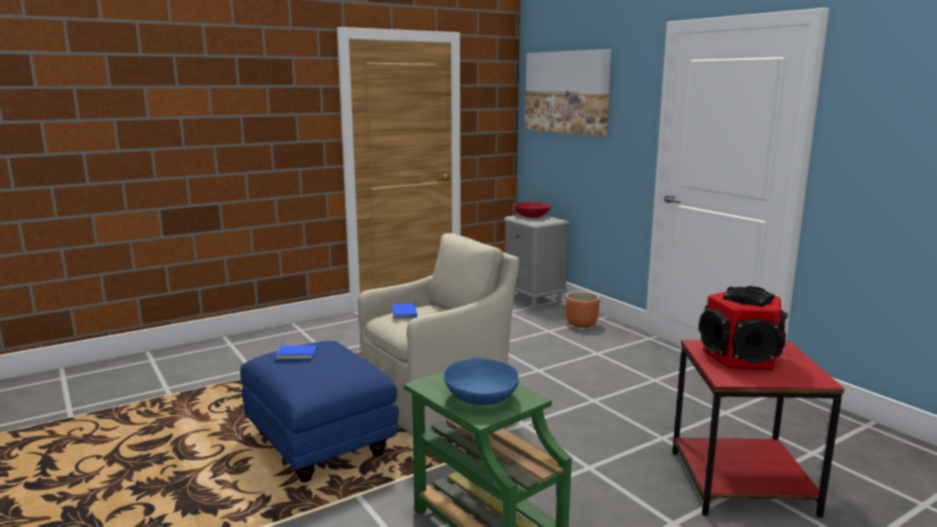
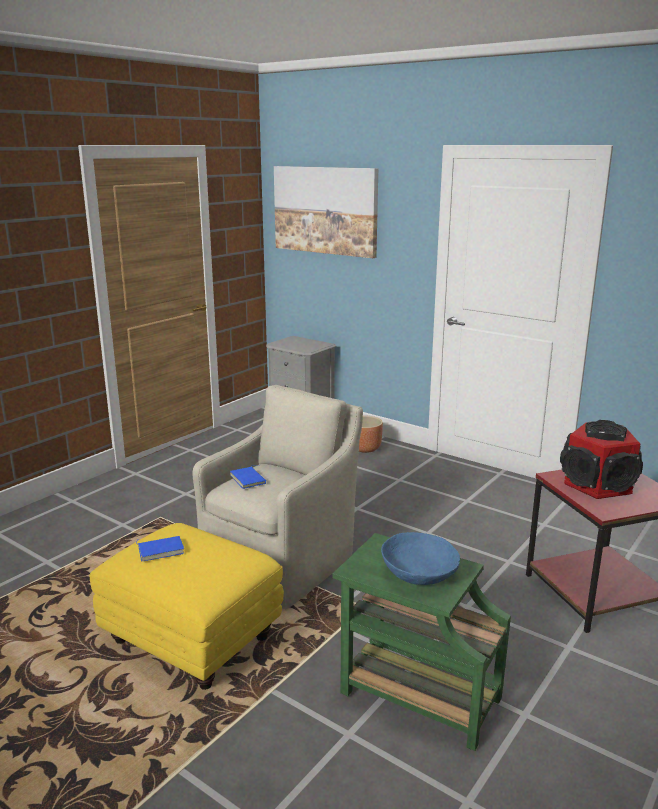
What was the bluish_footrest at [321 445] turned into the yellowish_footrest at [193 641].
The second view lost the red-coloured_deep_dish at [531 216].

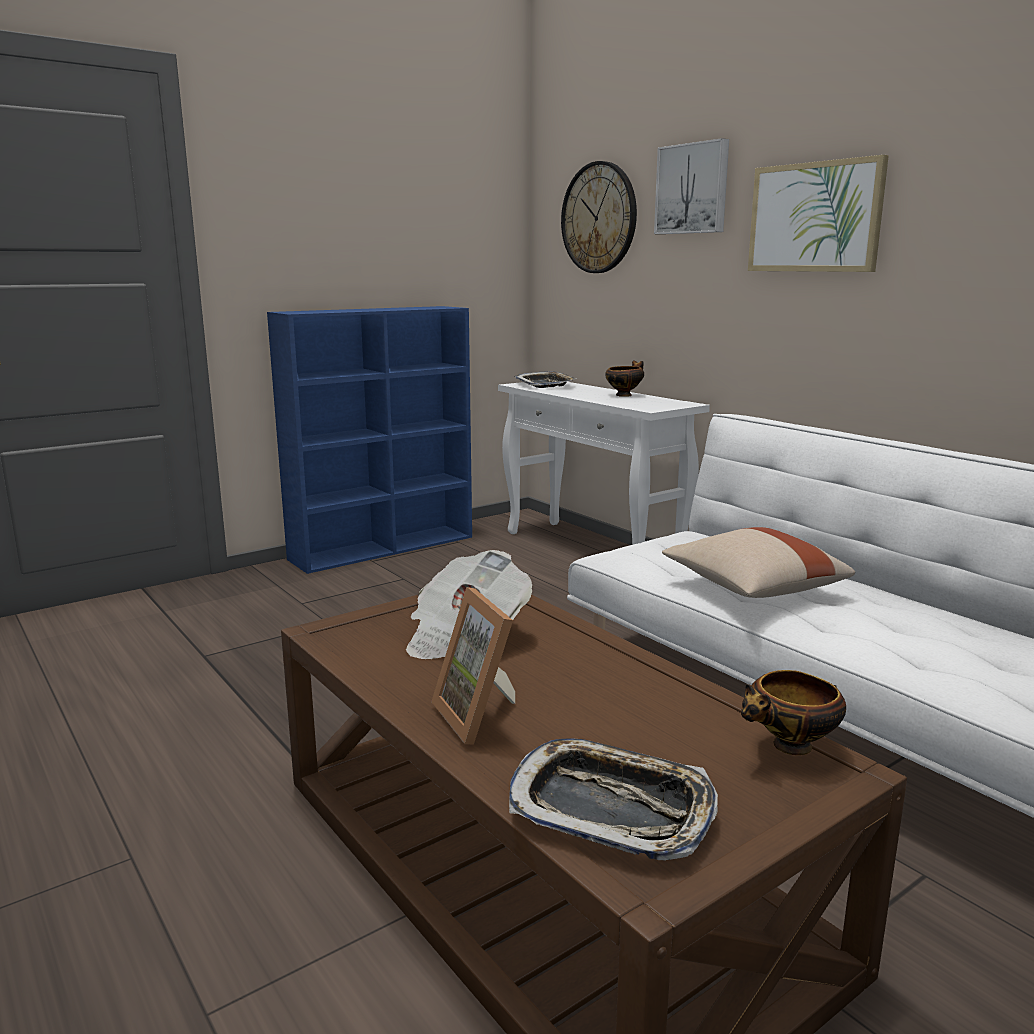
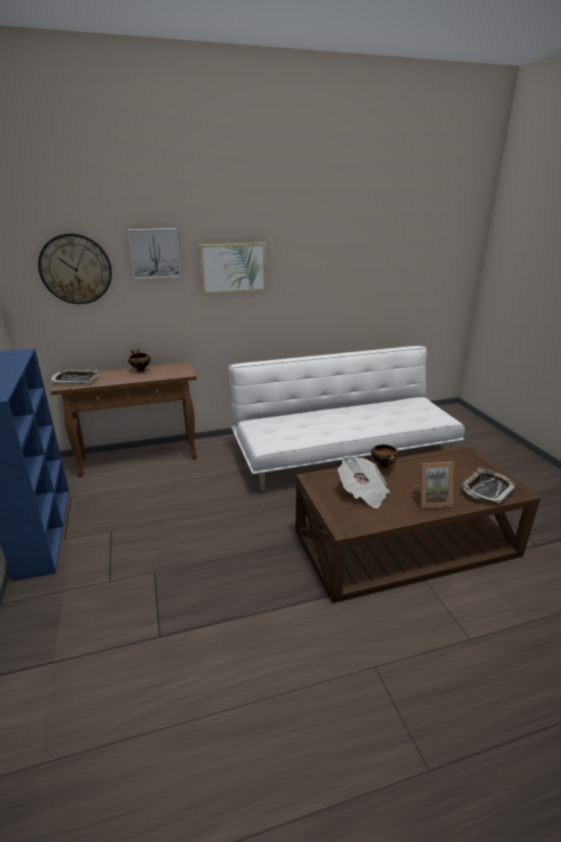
What was the white-coloured_console_table at [593 551] turned into the brownish_console_table at [140 458].
The deep_dish ended up elsewhere, having gone from [789 747] to [383 466].
The second view lost the sand-coloured_pillow at [752 588].

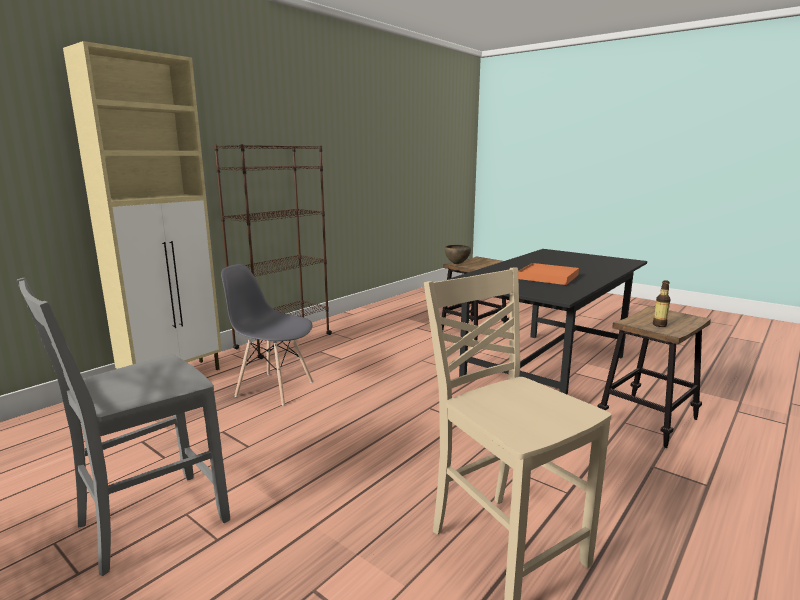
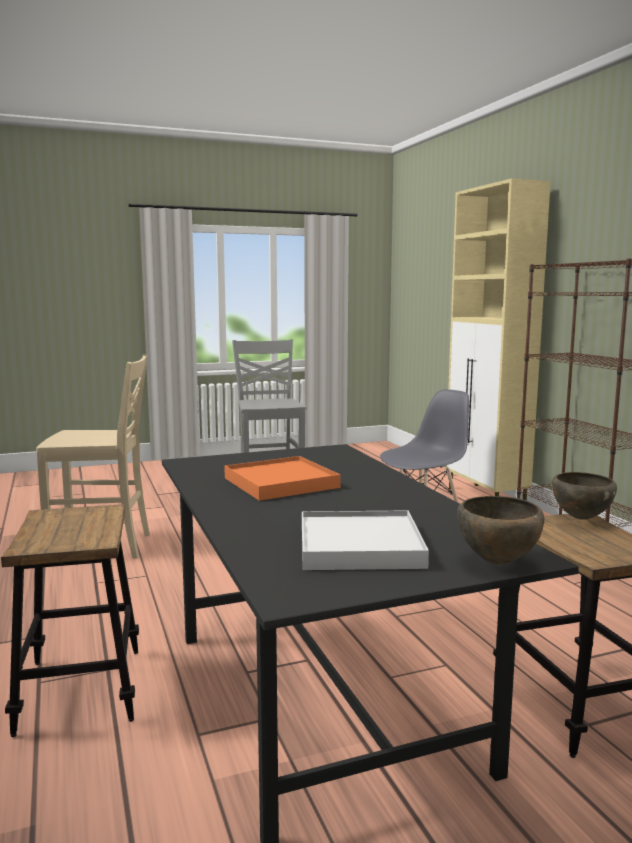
The second view gained the white-coloured_carrying_tray at [359 546].
The second view gained the brownish_deep_dish at [498 562].
The second view lost the beverage_bottle at [659 325].

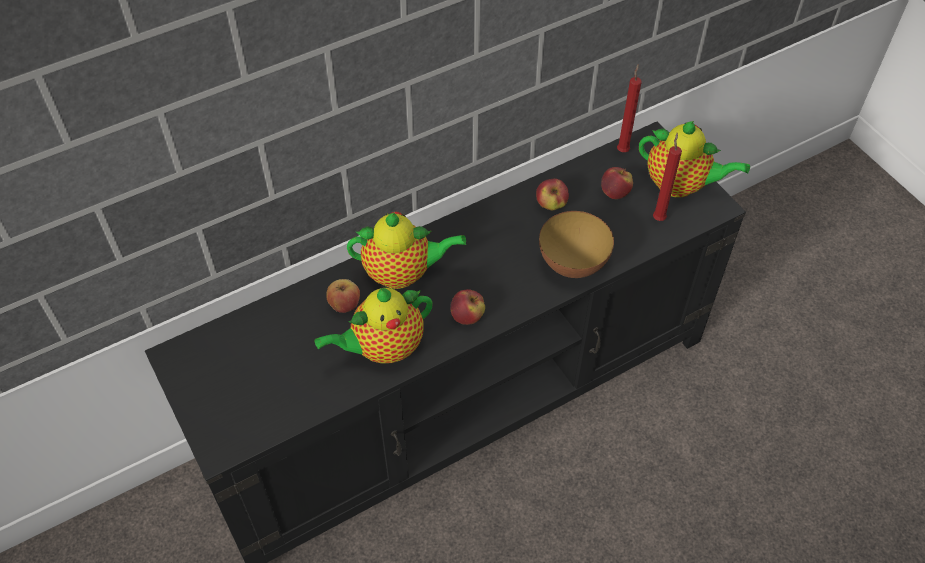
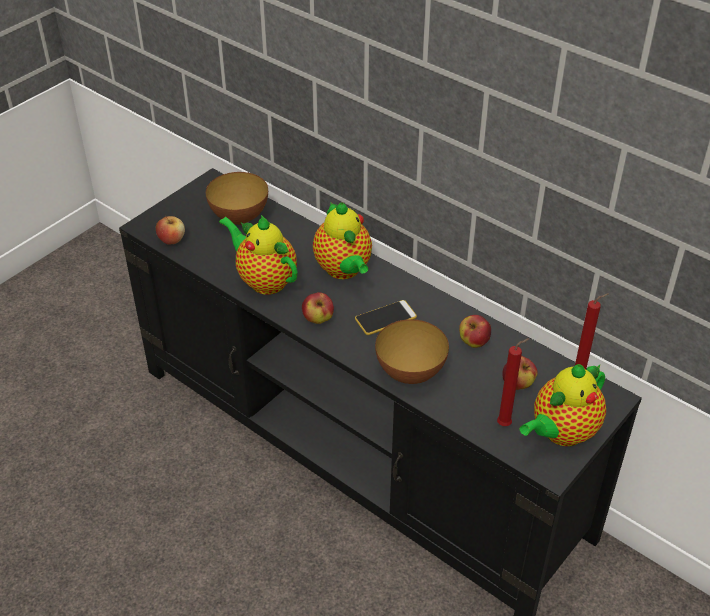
The apple ended up elsewhere, having gone from [344 304] to [172 240].
The second view gained the deep_dish at [239 218].
The second view gained the telephone at [385 318].
The pot_for_tea at [680 185] ended up facing another way, 45 degrees clockwise from before.

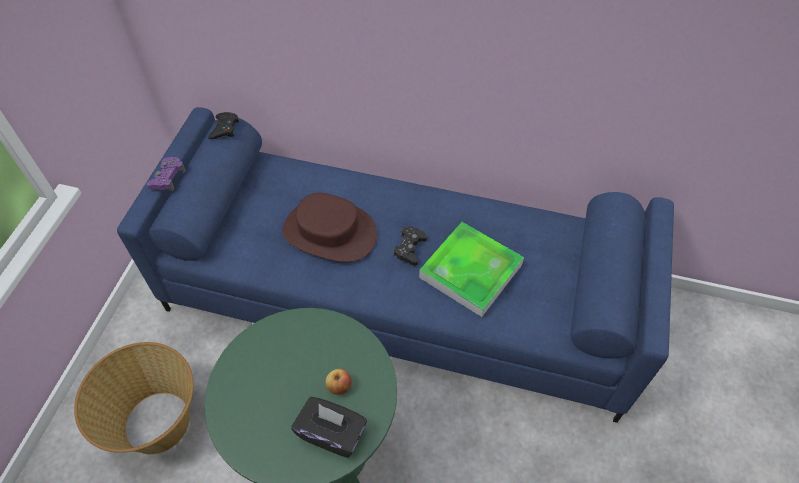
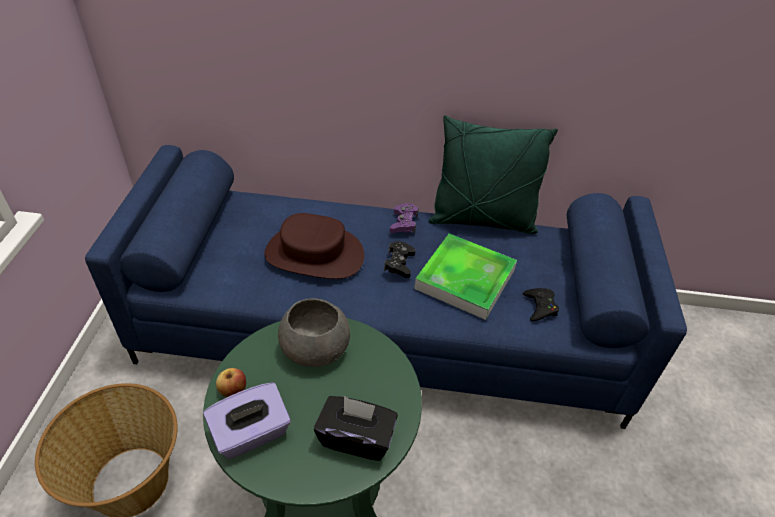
The second view gained the purplish_tissue_box at [251 434].
The apple ended up elsewhere, having gone from [339 386] to [233 390].
The second view gained the greyish_deep_dish at [316 349].
The purplish_joypad ended up elsewhere, having gone from [167 178] to [404 223].
The second view gained the green-coloured_pillow at [482 220].
The blackish_joypad ended up elsewhere, having gone from [224 128] to [540 307].

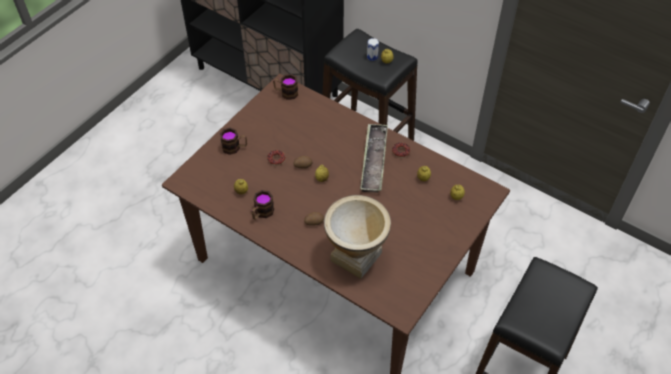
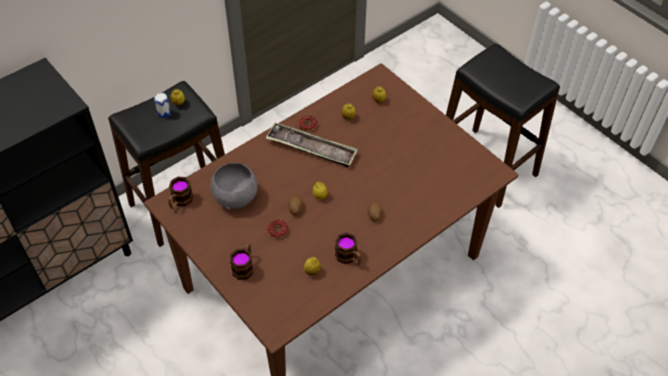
The second view gained the greyish_deep_dish at [235 196].
The second view lost the decorative_vase at [356 257].

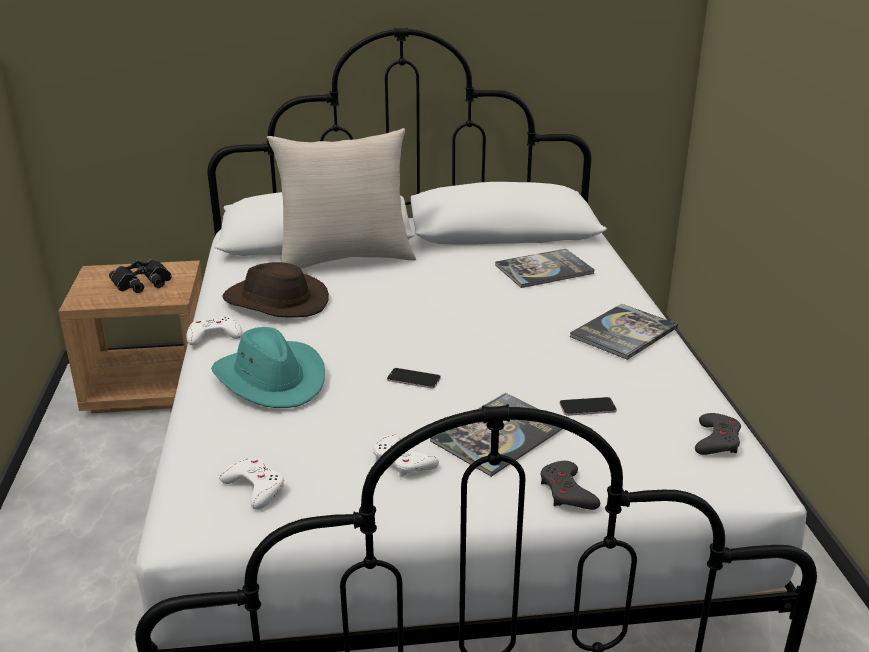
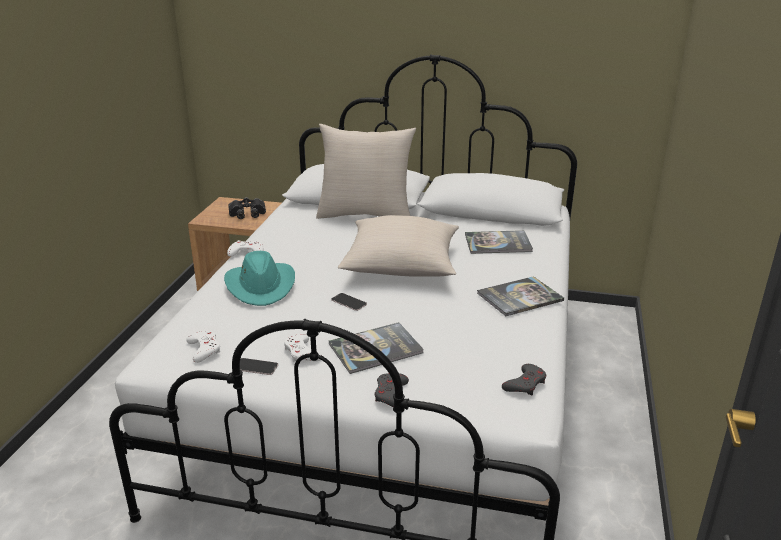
The telephone ended up elsewhere, having gone from [587 407] to [256 367].
The second view gained the sand-coloured_pillow at [401 264].
The second view lost the brownish_clothing_hat at [275 302].

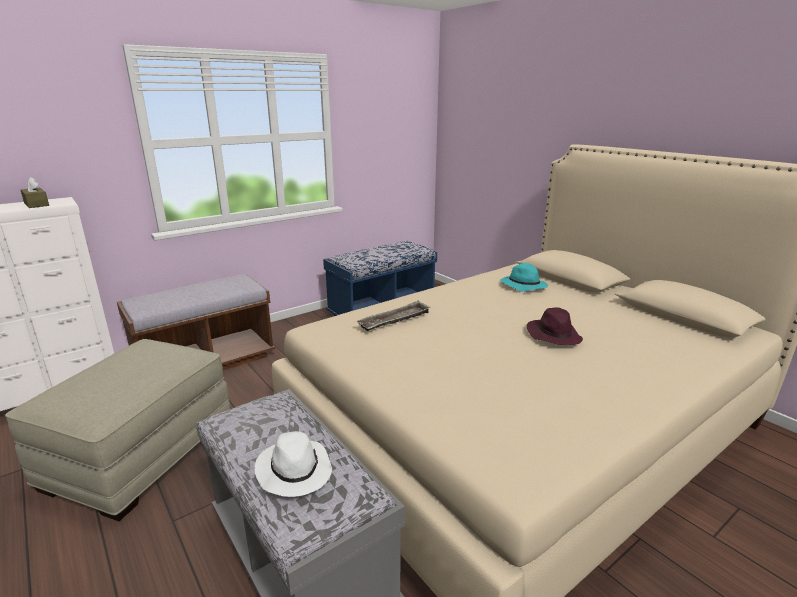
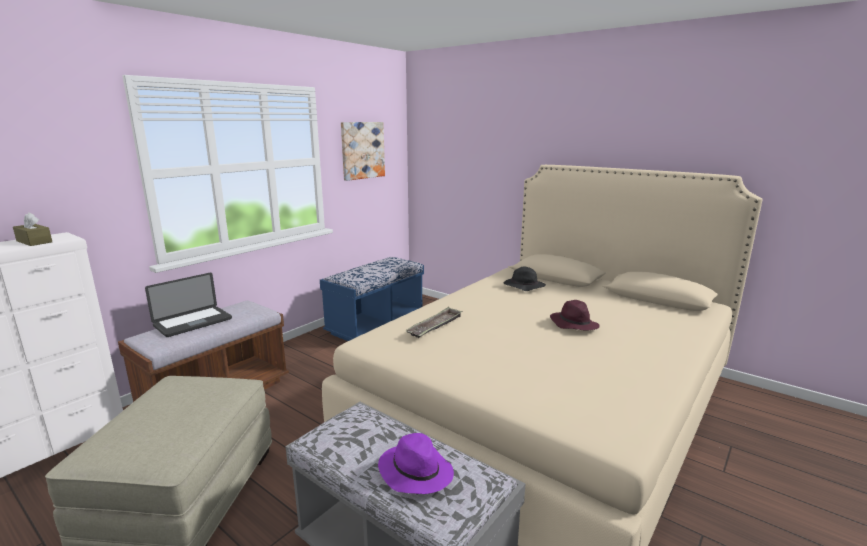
The second view gained the laptop at [193 322].
The second view gained the wall_picture at [362 150].
What was the white-coloured_clothing_hat at [294 471] turned into the purplish_clothing_hat at [415 471].
What was the turquoise_clothing_hat at [522 286] turned into the blackish_clothing_hat at [523 286].

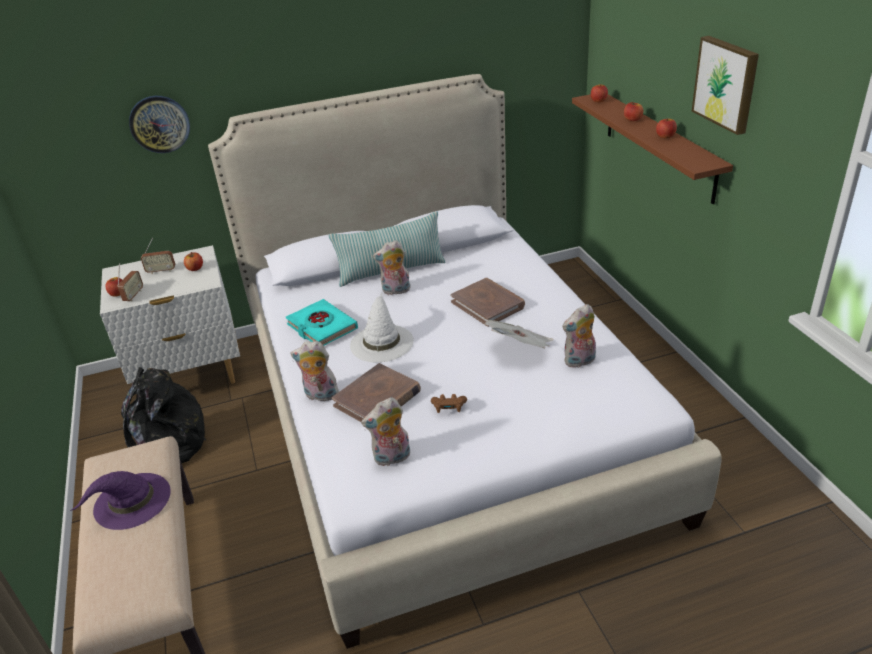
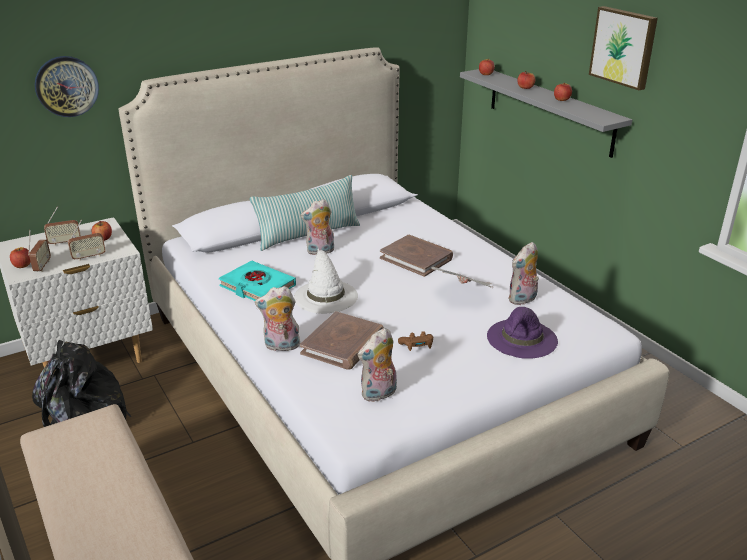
The second view gained the radio_set at [89 257].
What was the brownish_shelf at [658 145] turned into the greyish_shelf at [549 111].
The purplish_clothing_hat ended up elsewhere, having gone from [131 501] to [522 339].

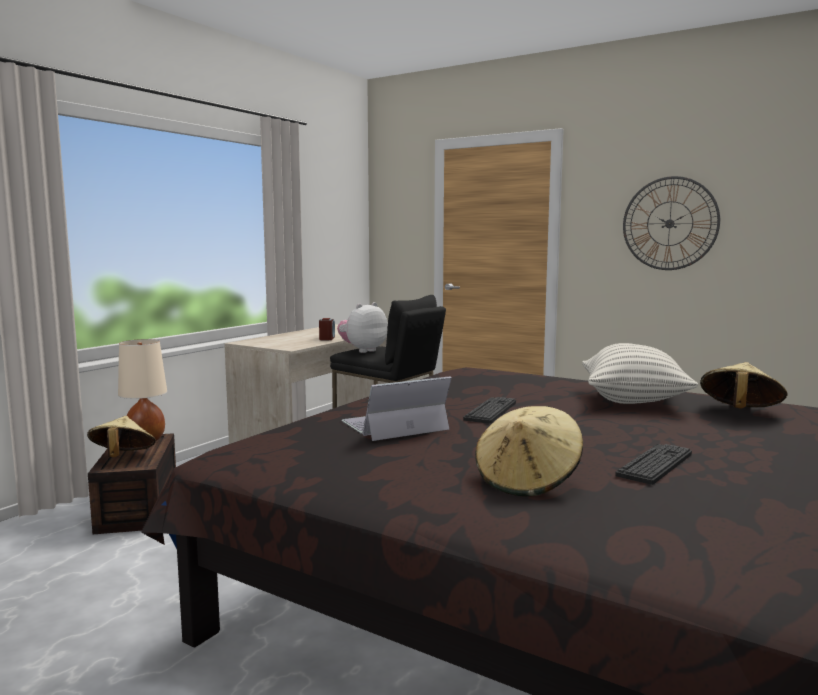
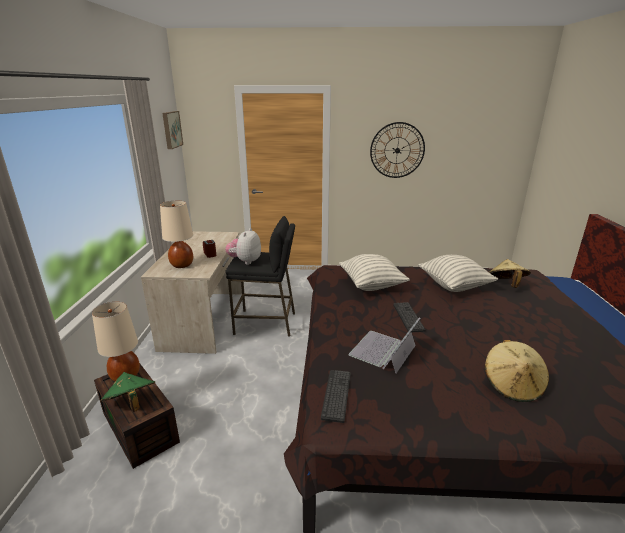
What was the sand-coloured_clothing_hat at [122 458] turned into the green-coloured_clothing_hat at [131 404].
The second view gained the sand-coloured_tabletop_lamp at [182 265].
The second view gained the wall_picture at [171 129].
The PC_keyboard ended up elsewhere, having gone from [655 464] to [336 395].
The second view gained the pillow at [371 285].

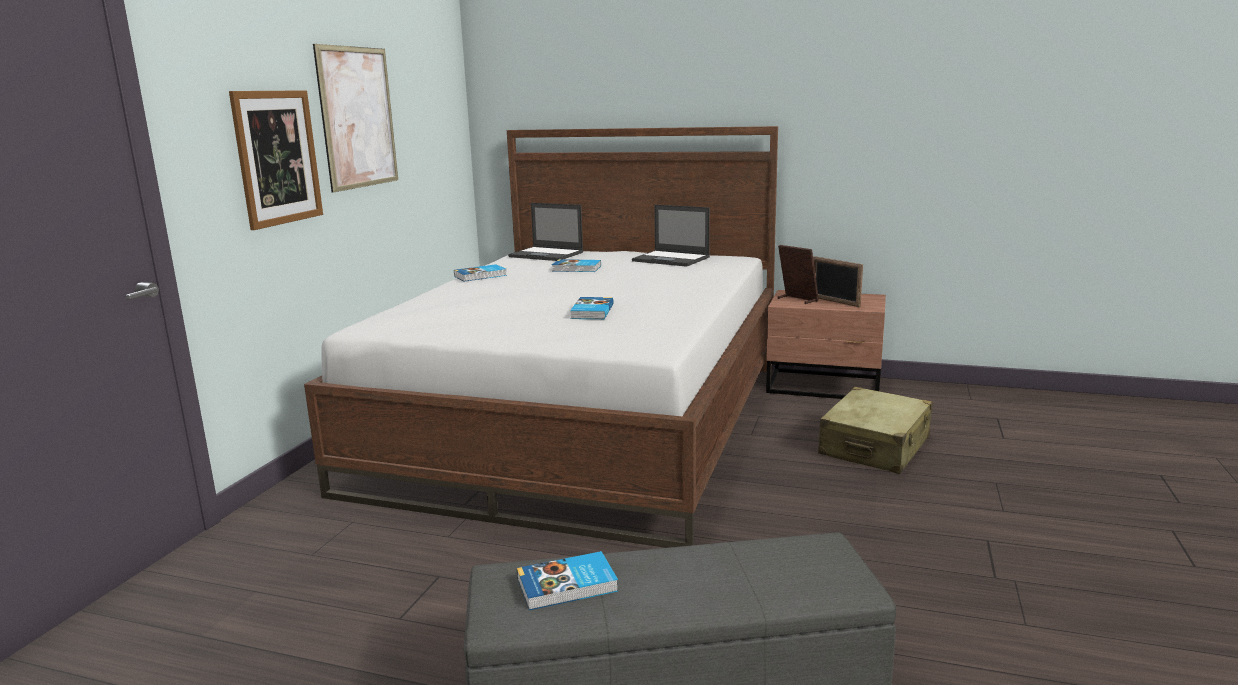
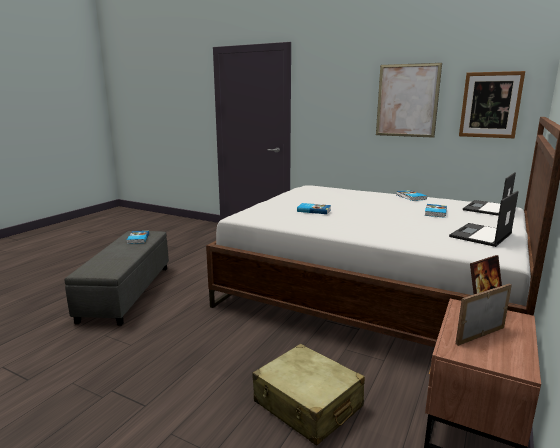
The wall_picture ended up elsewhere, having gone from [277 157] to [490 105].

